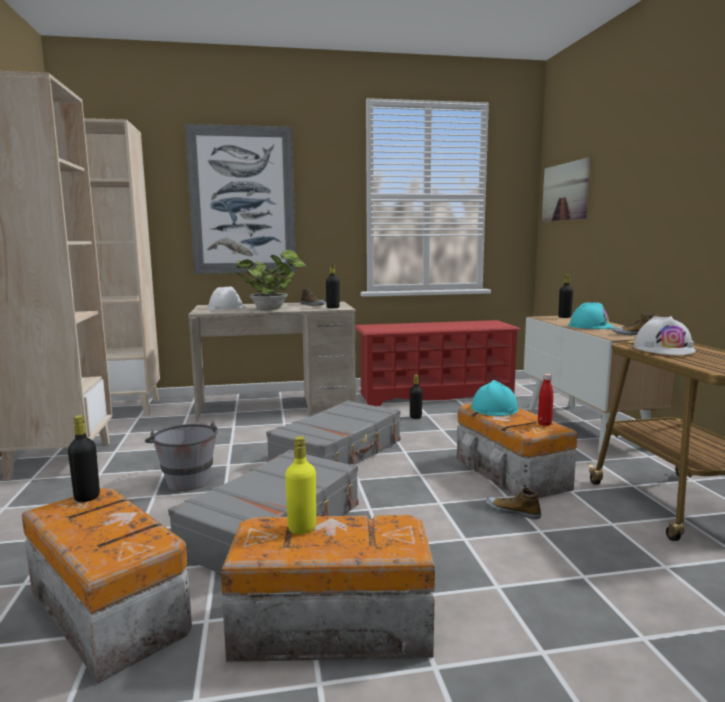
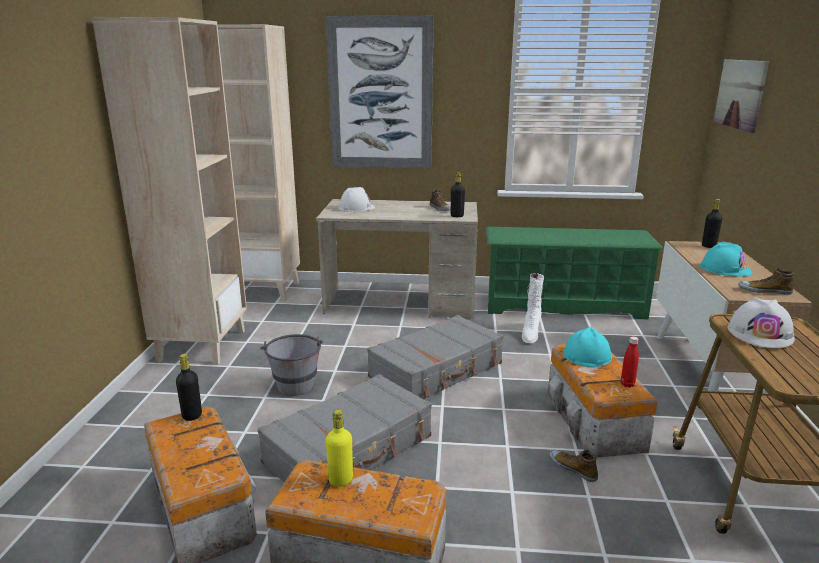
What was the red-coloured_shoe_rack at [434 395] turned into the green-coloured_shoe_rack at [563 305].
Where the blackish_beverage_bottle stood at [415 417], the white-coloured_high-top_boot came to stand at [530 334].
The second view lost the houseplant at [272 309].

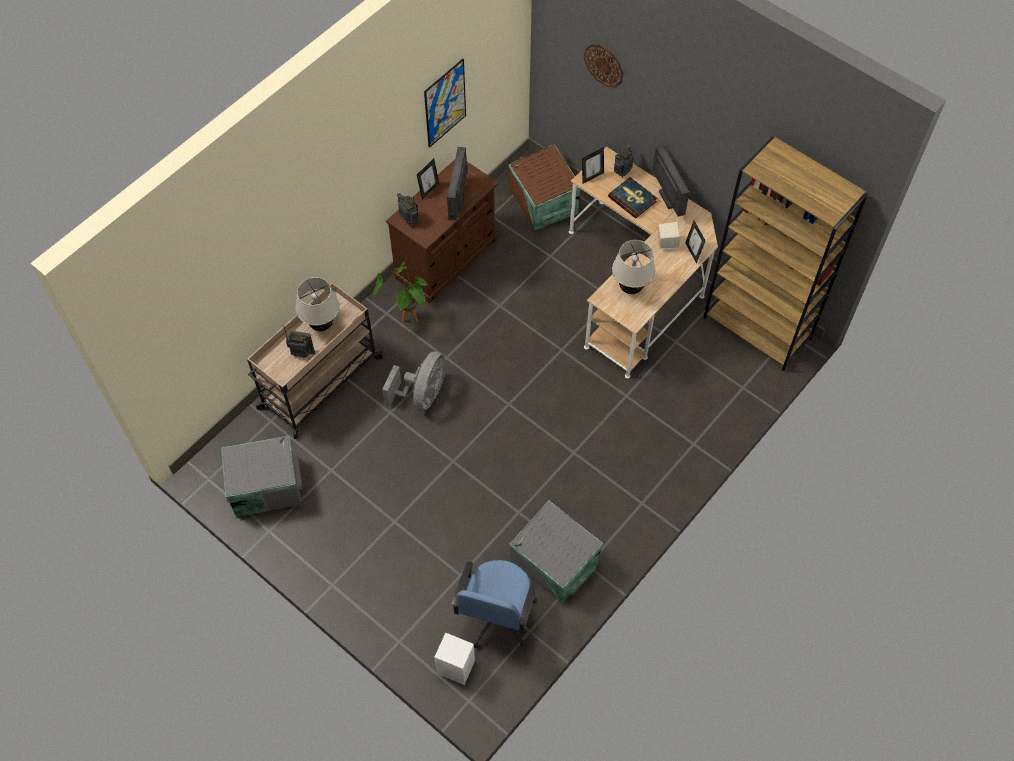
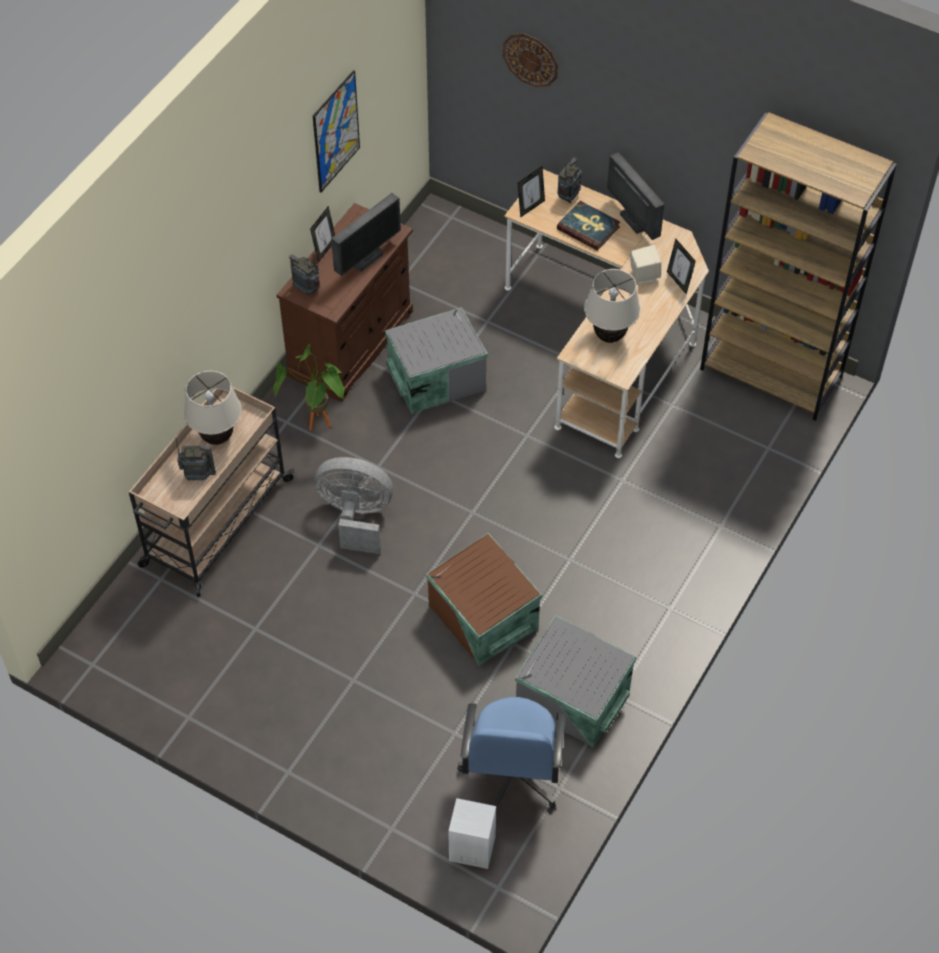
The greyish_electric_fan at [422 395] ended up facing another way, 90 degrees counterclockwise from before.
The computer_display at [459 202] ended up facing another way, 135 degrees counterclockwise from before.
The greyish_storage_container ended up elsewhere, having gone from [264 485] to [435 377].
The brownish_storage_container ended up elsewhere, having gone from [543 202] to [482 618].

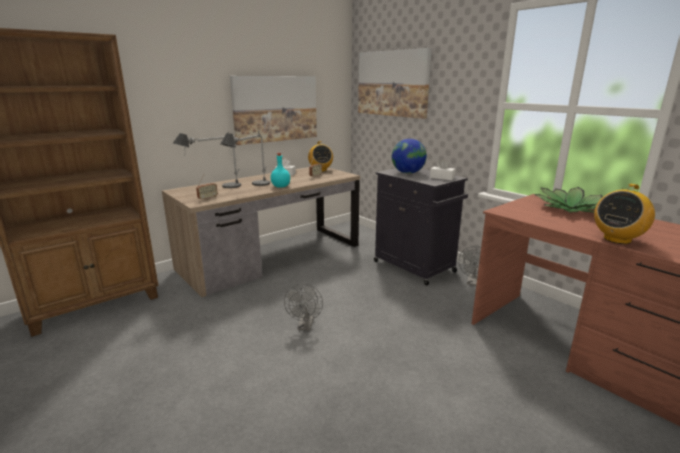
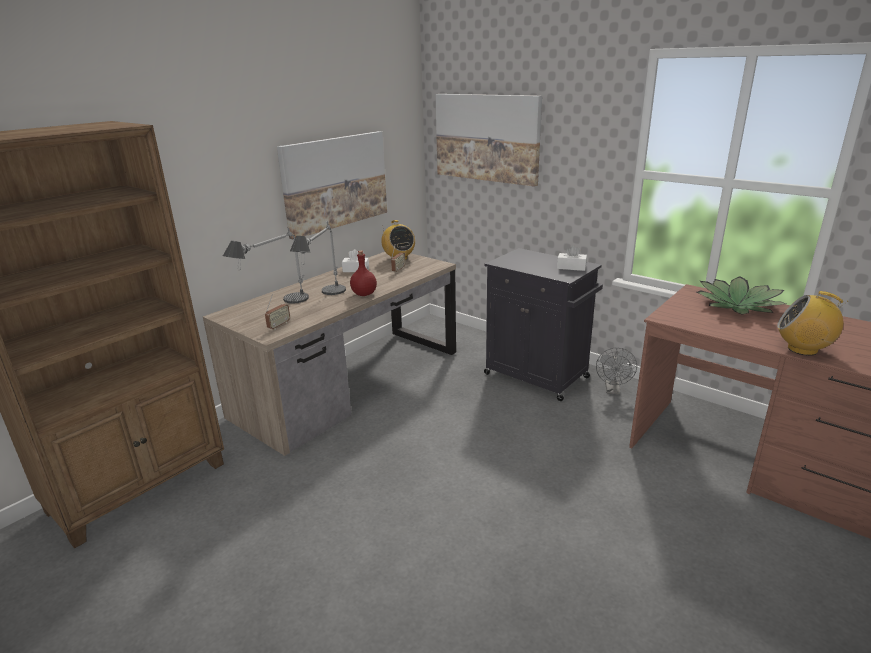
What was the turquoise_beverage_bottle at [280 186] turned into the red-coloured_beverage_bottle at [363 294].
The radio_set at [617 239] ended up facing another way, 75 degrees clockwise from before.
The second view lost the greyish_electric_fan at [305 326].
The second view lost the globe at [408 173].

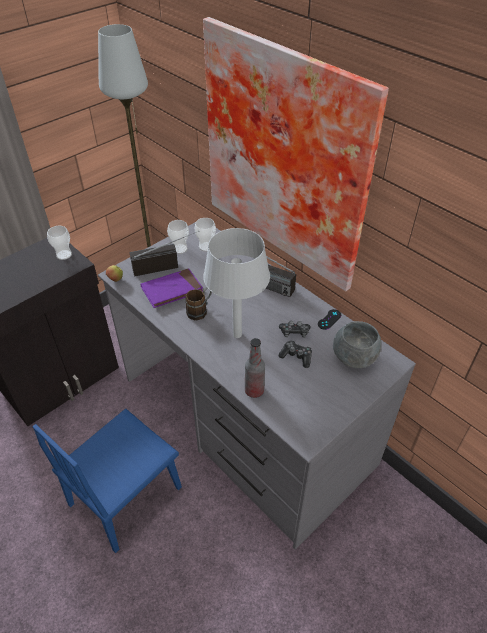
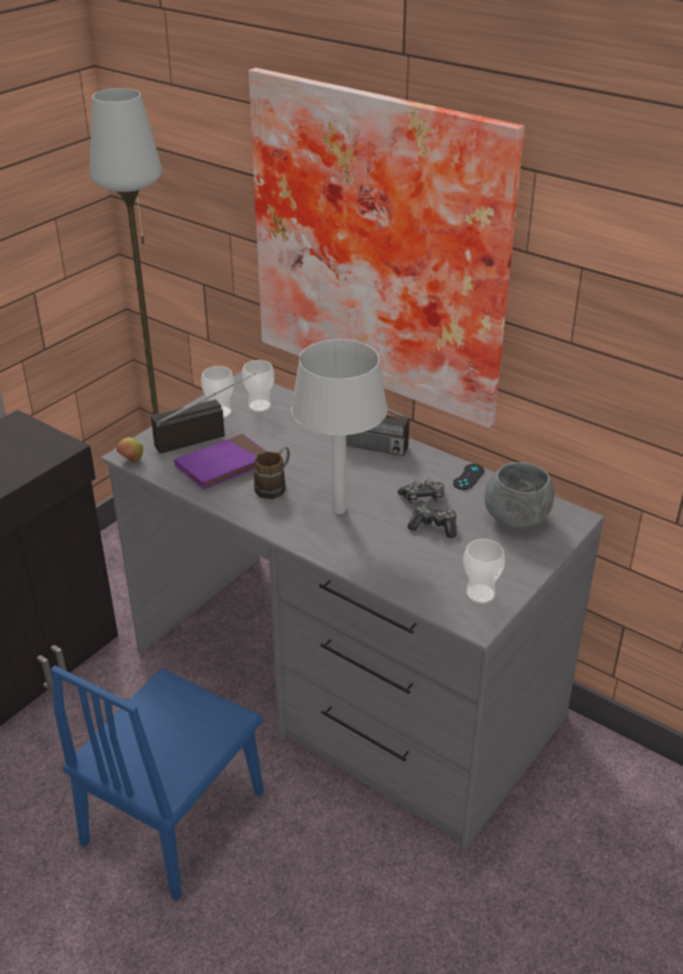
The drinking_cup ended up elsewhere, having gone from [64 255] to [480 594].
The second view lost the beverage_bottle at [254 391].

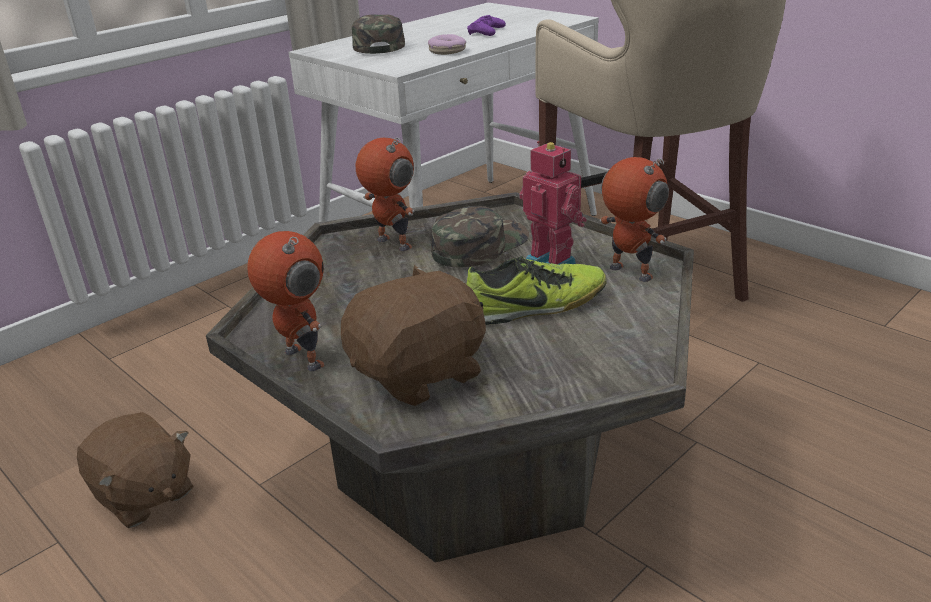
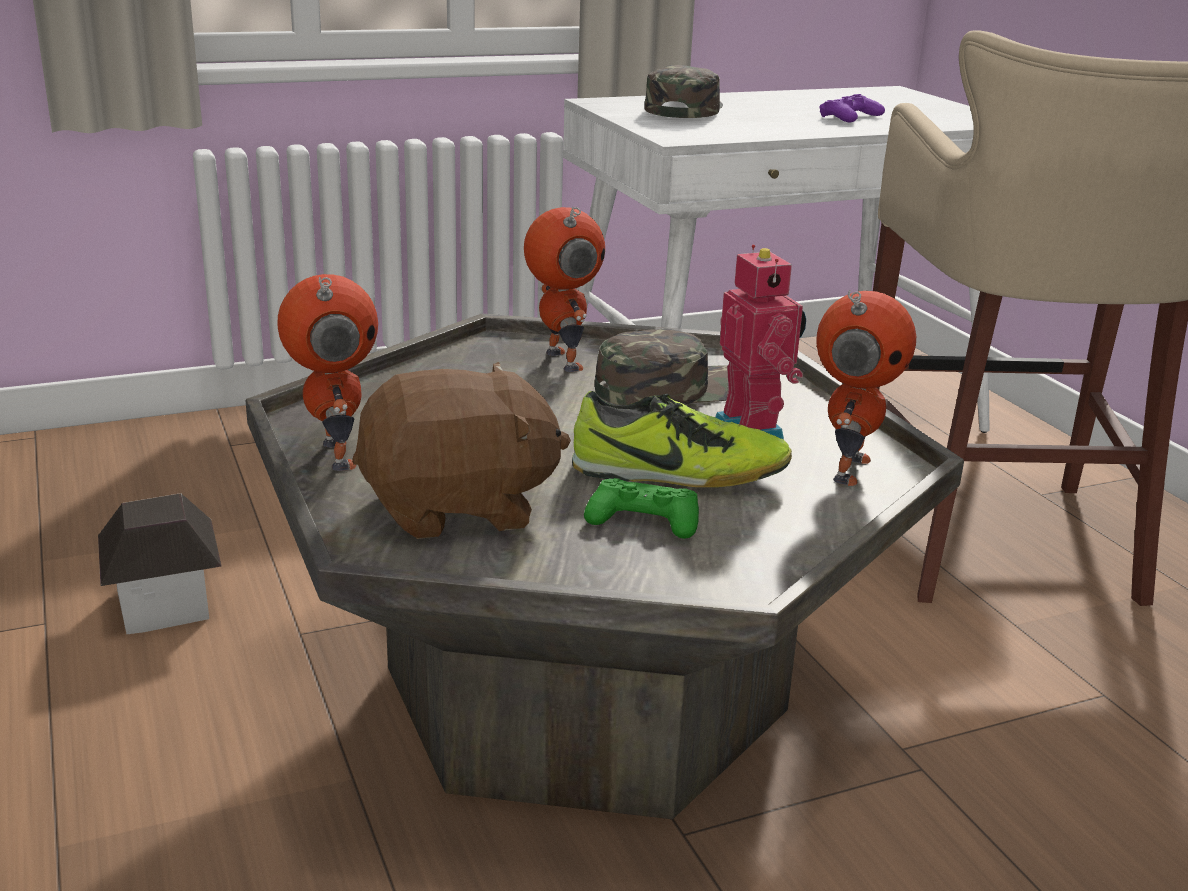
Where the brownish_cuddly_toy stood at [144 496], the miniature_house came to stand at [165 604].
The second view gained the green-coloured_joypad at [644 519].
The robot_figure at [628 273] ended up facing another way, 45 degrees clockwise from before.
The second view lost the donut at [447 51].

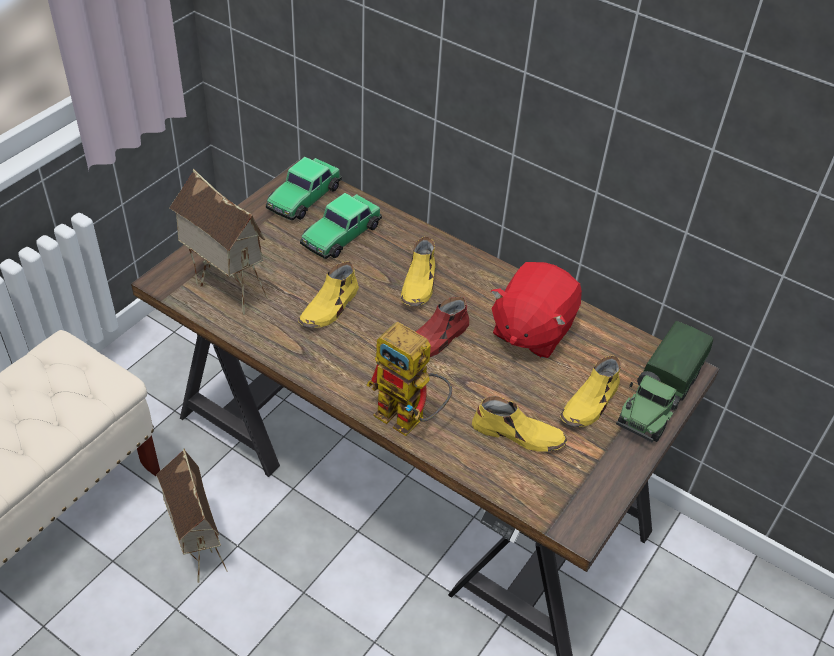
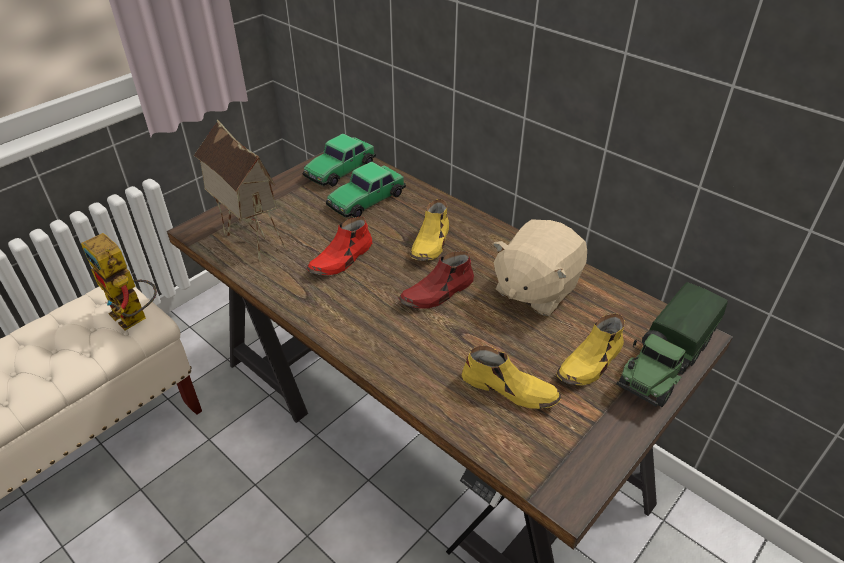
The robot_figure ended up elsewhere, having gone from [410 419] to [135 318].
What was the yellowish_item_of_footwear at [330 307] turned into the red-coloured_item_of_footwear at [342 259].
What was the red-coloured_cuddly_toy at [531 330] turned into the sand-coloured_cuddly_toy at [535 289].
The second view lost the miniature_house at [197 548].

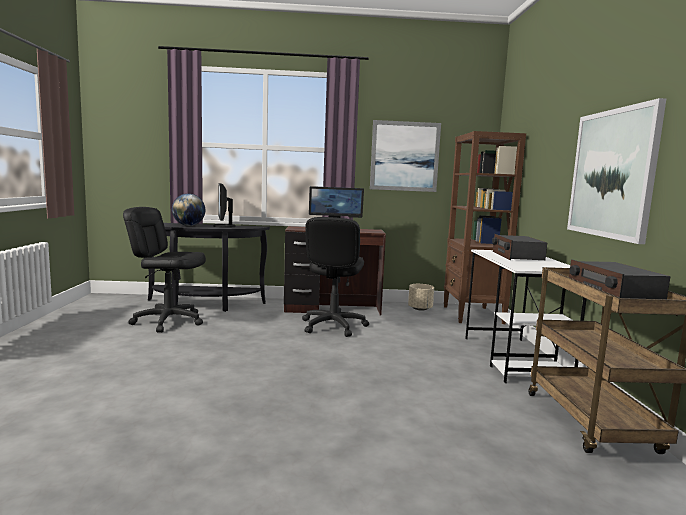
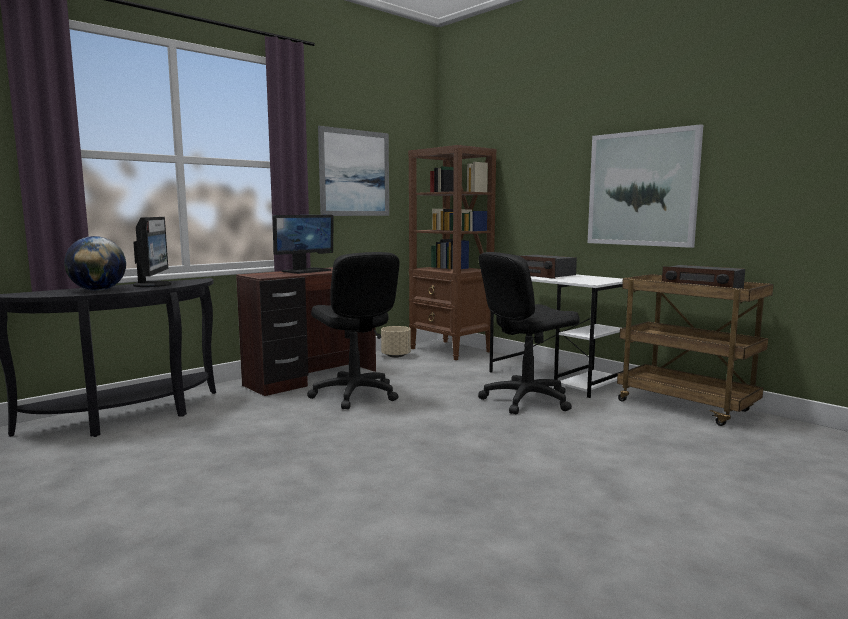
The computer_display at [223 226] ended up facing another way, 135 degrees counterclockwise from before.
The blackish_desk_chair ended up elsewhere, having gone from [168 321] to [526 400].

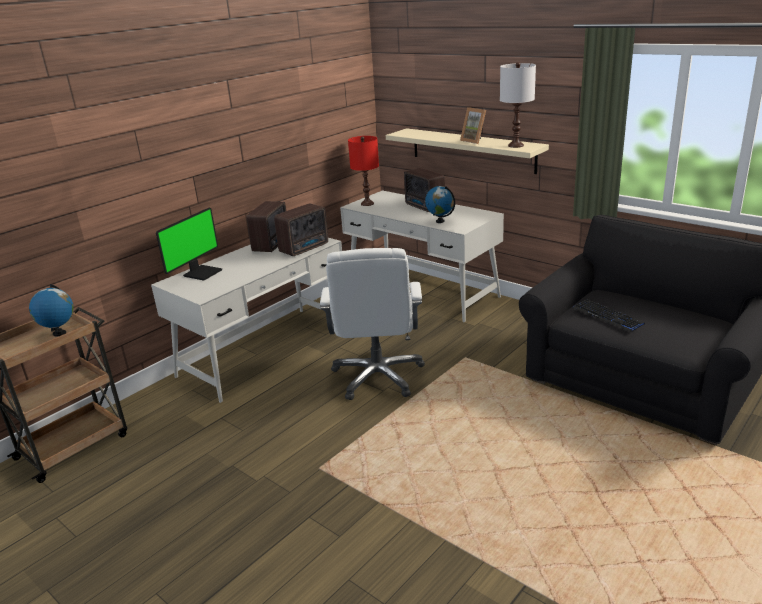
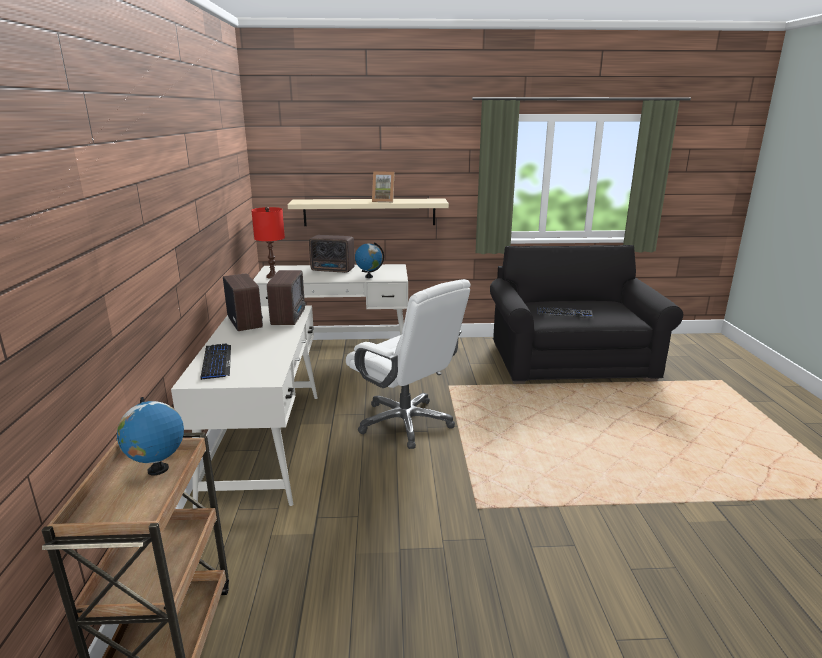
Where the computer_display stood at [202 273], the PC_keyboard came to stand at [216 362].
The second view lost the white-coloured_tabletop_lamp at [515 145].

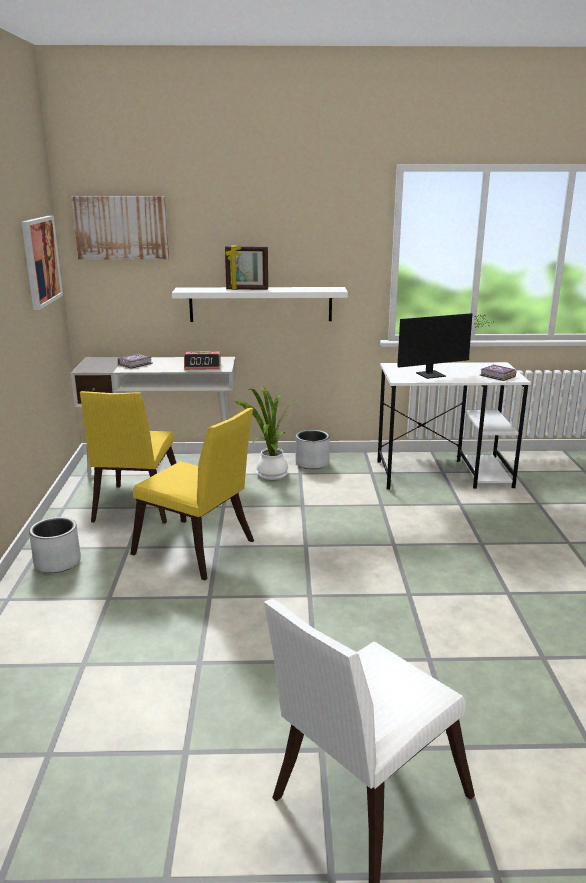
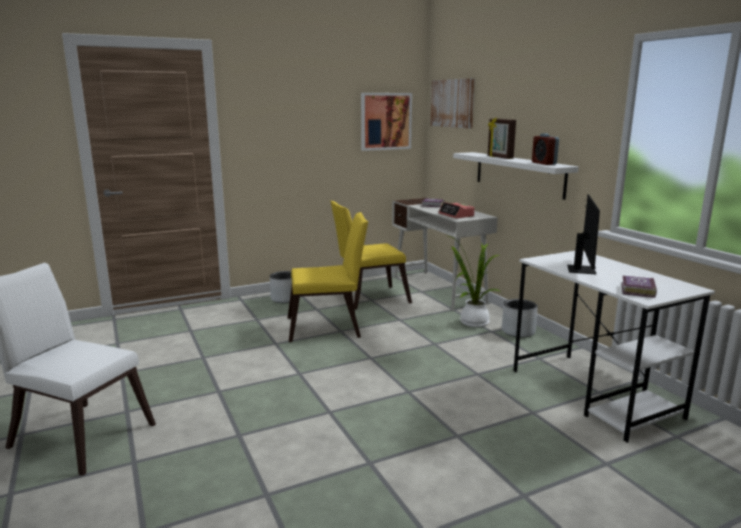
The yellowish_chair at [198 551] ended up facing another way, 105 degrees counterclockwise from before.
The second view gained the alarm_clock at [544 163].
The computer_display at [435 374] ended up facing another way, 120 degrees counterclockwise from before.

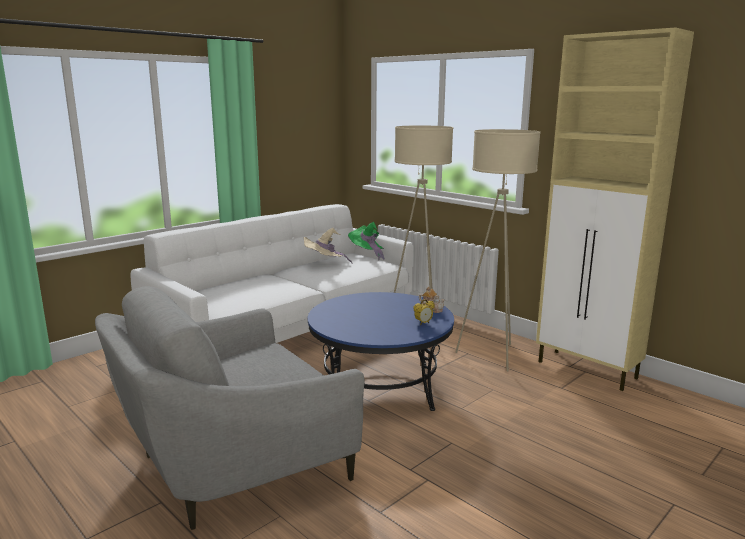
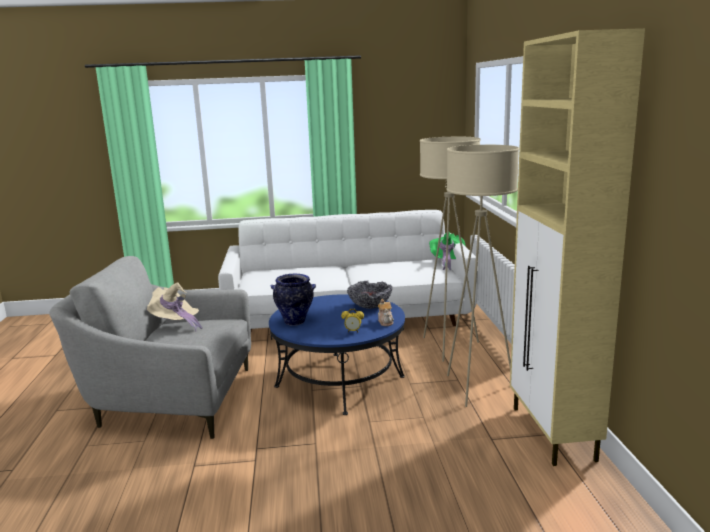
The sand-coloured_clothing_hat ended up elsewhere, having gone from [324 264] to [174 324].
The second view gained the decorative_vase at [295 322].
The second view gained the deep_dish at [369 306].

